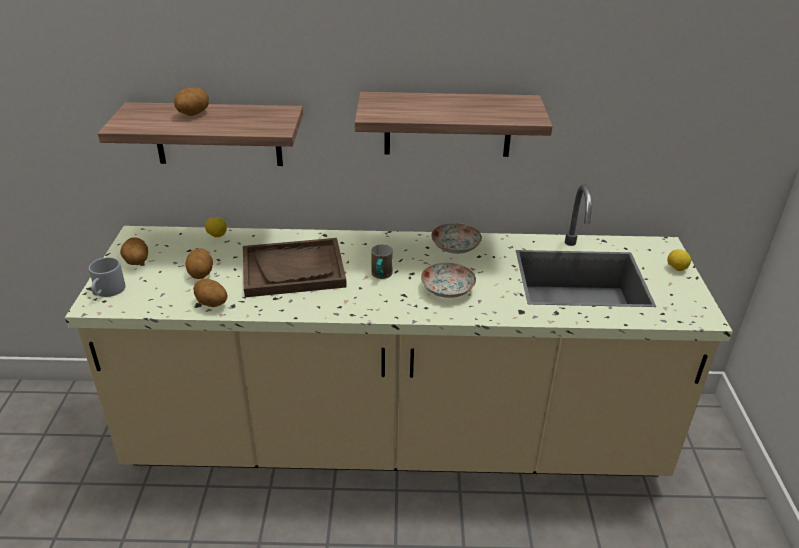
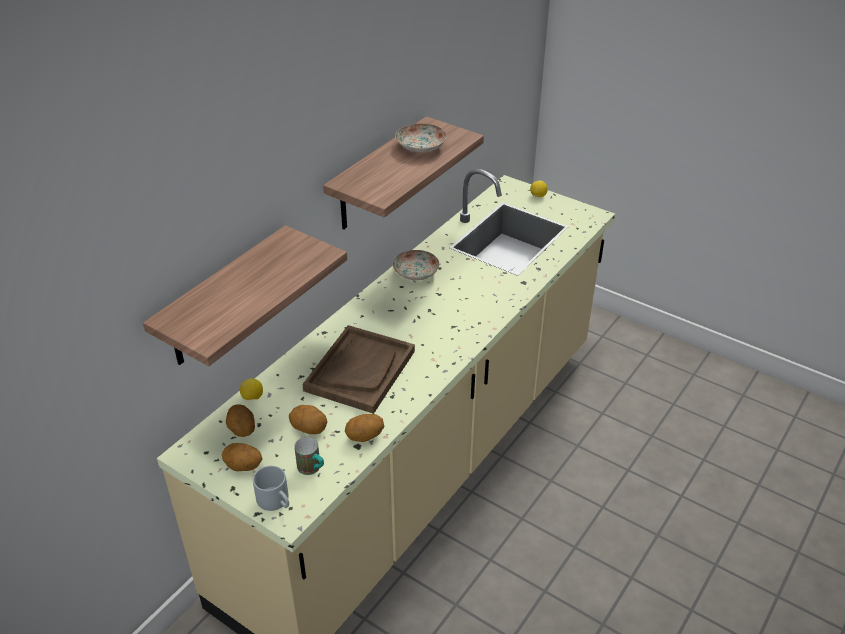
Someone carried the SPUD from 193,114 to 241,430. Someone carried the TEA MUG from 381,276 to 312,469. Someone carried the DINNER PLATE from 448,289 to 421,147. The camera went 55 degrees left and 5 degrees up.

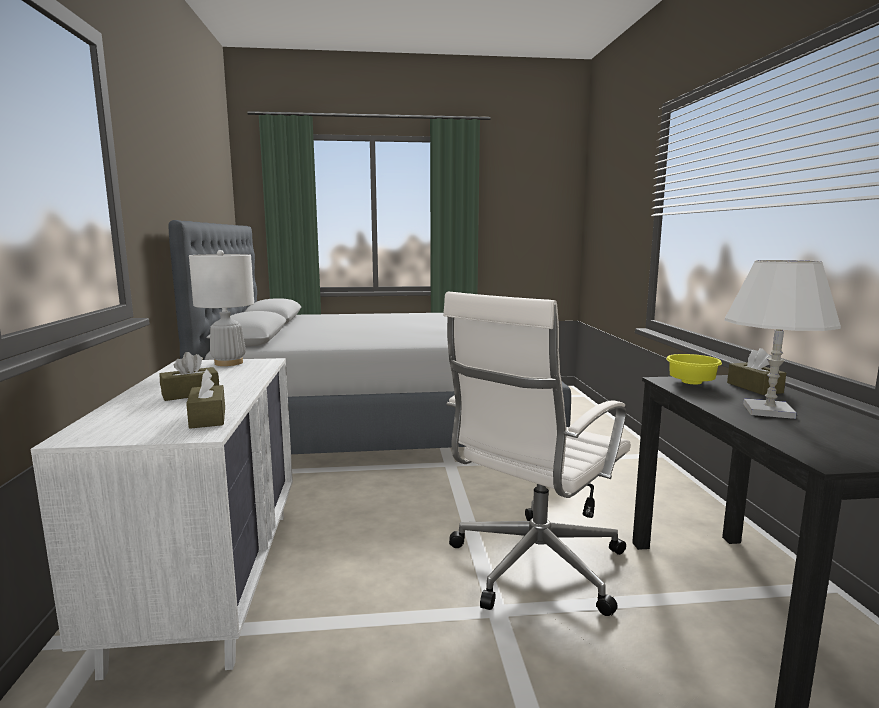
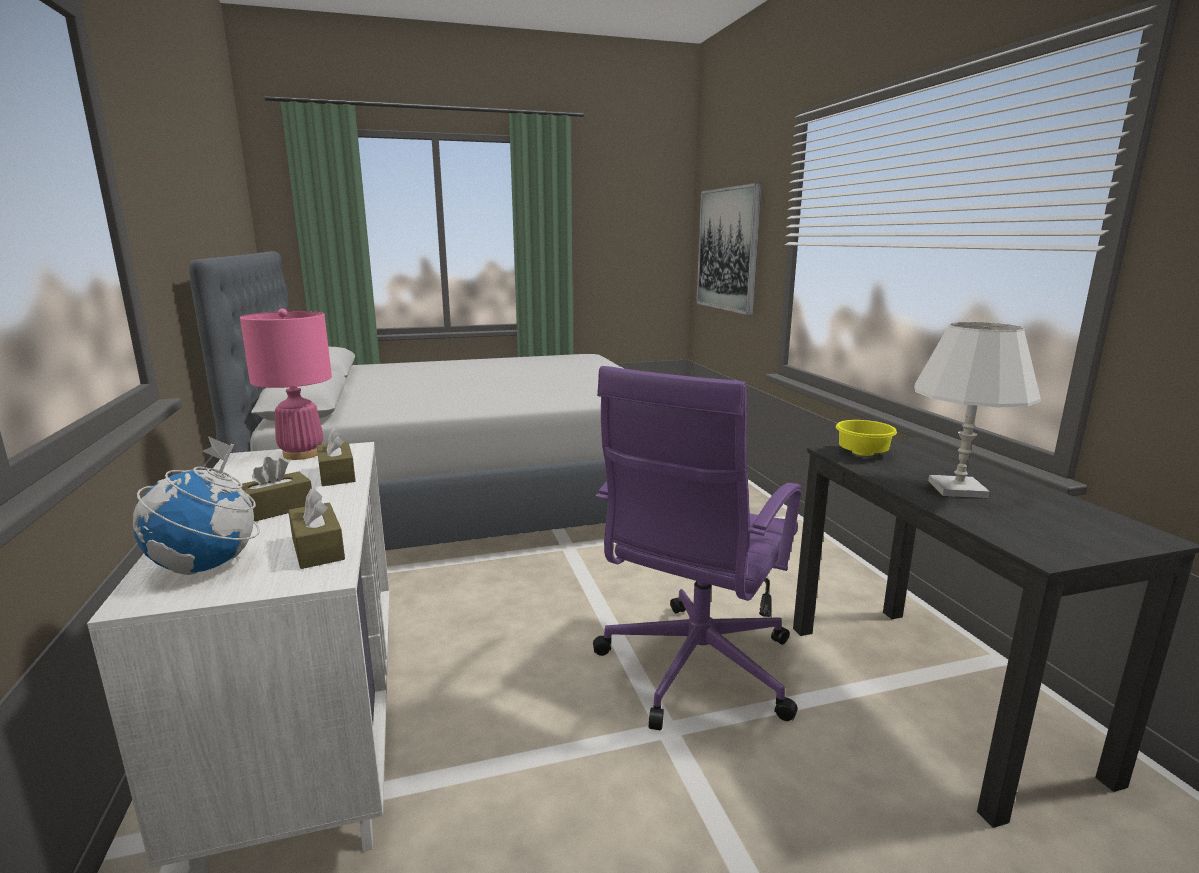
Someone repainted the WHITISH TABLETOP LAMP at 229,363, which became the PINK TABLETOP LAMP at 302,454. Someone repainted the WHITISH OFFICE CHAIR at 533,567, which became the PURPLE OFFICE CHAIR at 694,670. Someone carried the BROWNISH TISSUE BOX from 754,388 to 337,475. Someone put up the WALL PICTURE at 728,249. Someone put down the GLOBE at 207,566. The camera went 10 degrees left and 5 degrees up.

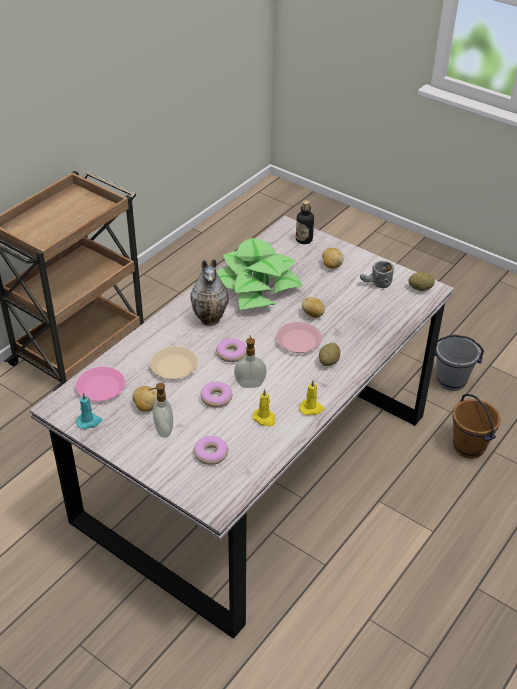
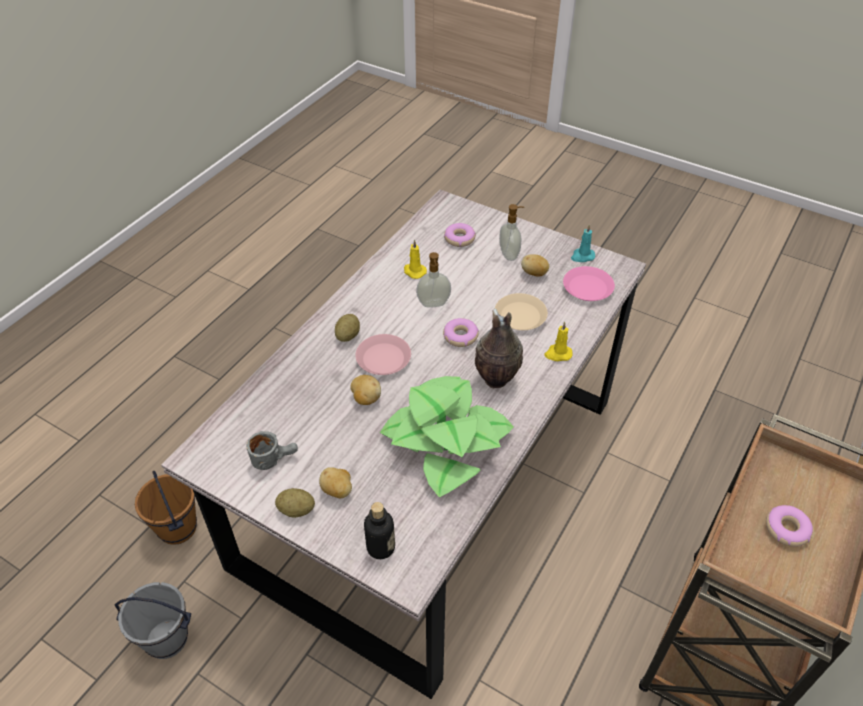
Someone carried the SPUD from 420,288 to 296,510. Someone carried the YELLOW WAX CANDLE from 312,408 to 558,354. Someone carried the RING DOUGHNUT from 216,398 to 786,529. The camera went 175 degrees right and 5 degrees up.

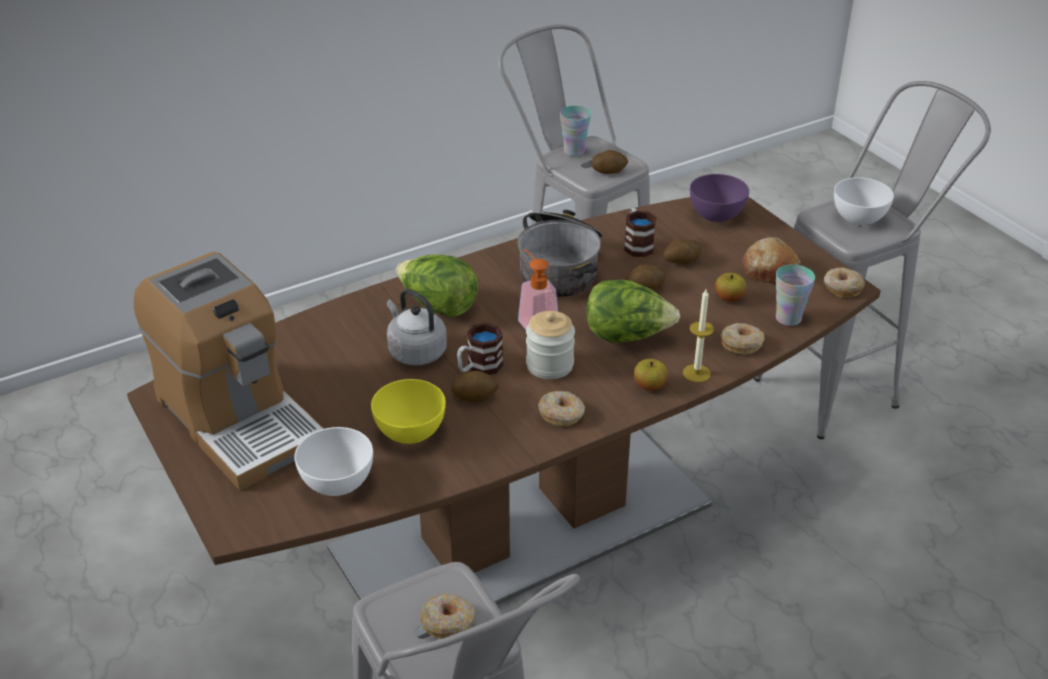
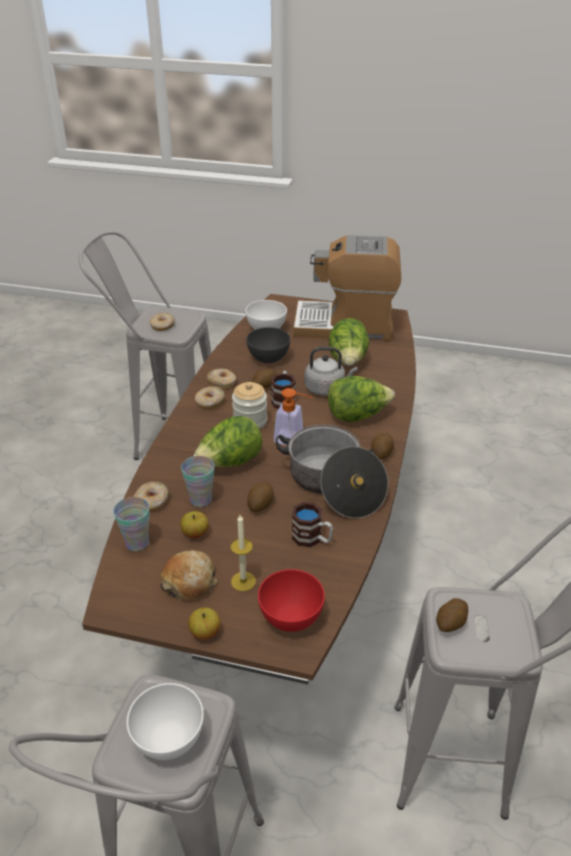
Someone carried the CUP from 574,151 to 201,500. Someone repainted the PURPLE BOWL at 716,215, which became the REDDISH BOWL at 291,618. Someone carried the SPUD from 681,262 to 381,453. Someone carried the RING DOUGHNUT from 842,288 to 222,383. Someone carried the WAX CANDLE from 696,373 to 243,581. Someone carried the APPLE from 649,386 to 205,632. Someone repainted the YELLOW BOWL at 410,432, which became the GREYISH BOWL at 269,358. Someone put down the LETTUCE HEAD at 348,361. The camera went 135 degrees right and 0 degrees up.

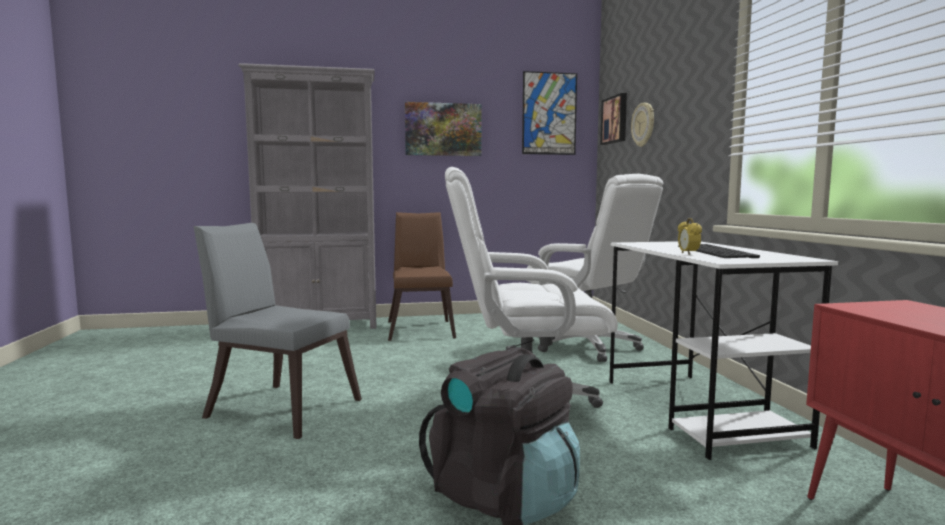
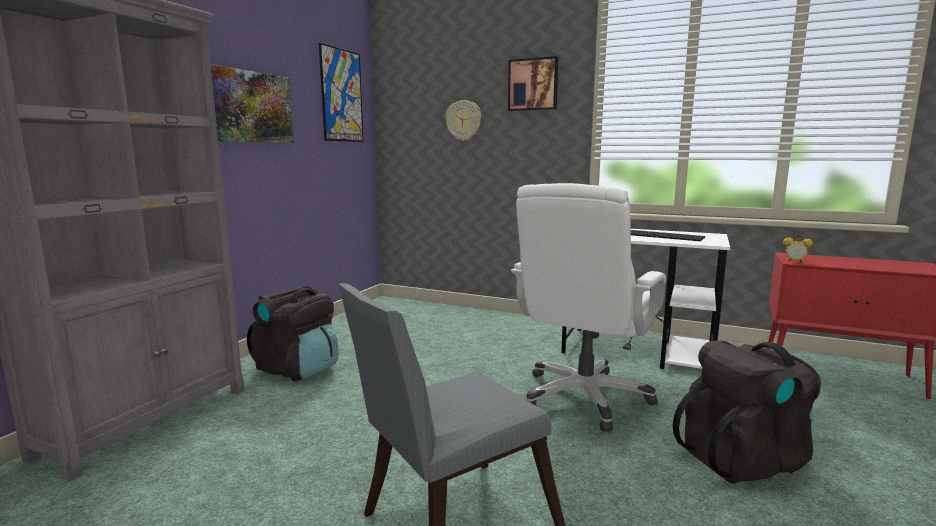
Someone carried the WALL PICTURE from 615,120 to 533,85. Someone took away the WHITISH OFFICE CHAIR at 588,346. Someone swapped the BROWNISH CHAIR at 421,328 for the BLACK KNAPSACK at 298,369. Someone carried the ALARM CLOCK from 688,254 to 795,261. The camera went 55 degrees left and 5 degrees up.

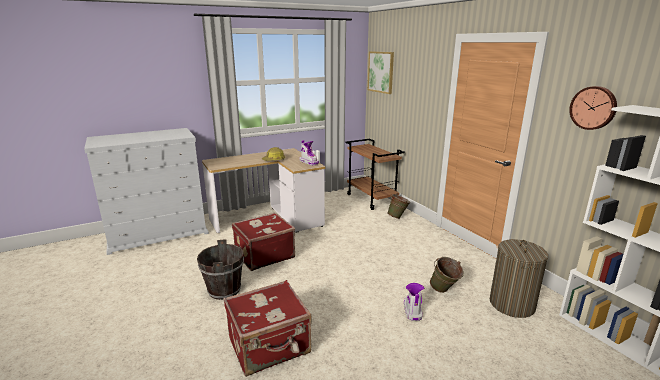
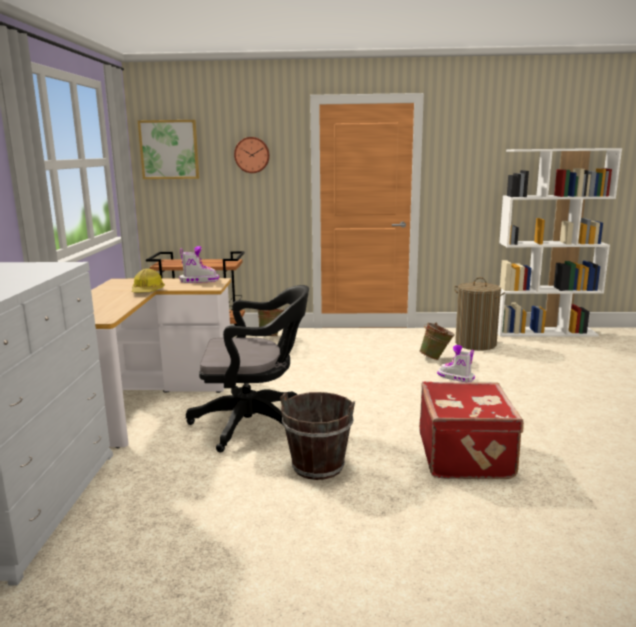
Someone carried the HANGING CLOCK from 593,108 to 252,155. Someone swapped the REDDISH SUITCASE at 264,255 for the BLACK OFFICE CHAIR at 255,424. The camera went 60 degrees left and 5 degrees down.

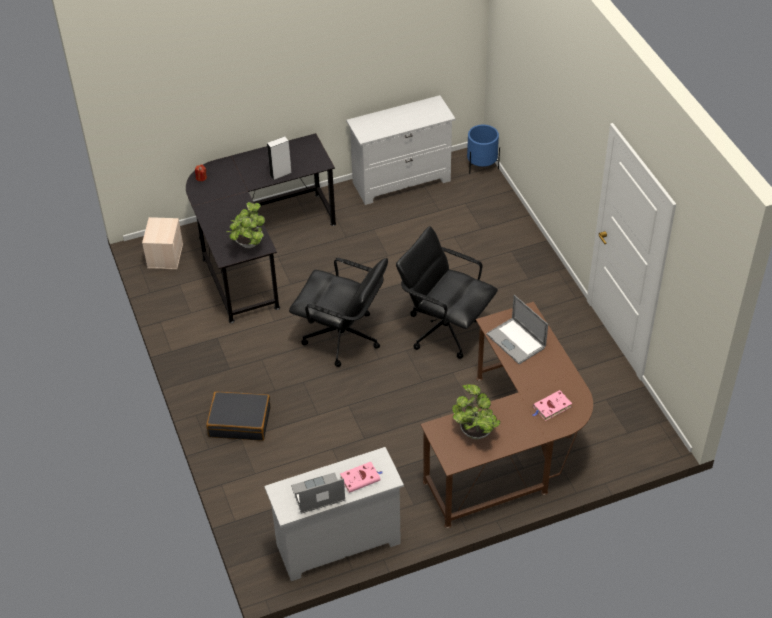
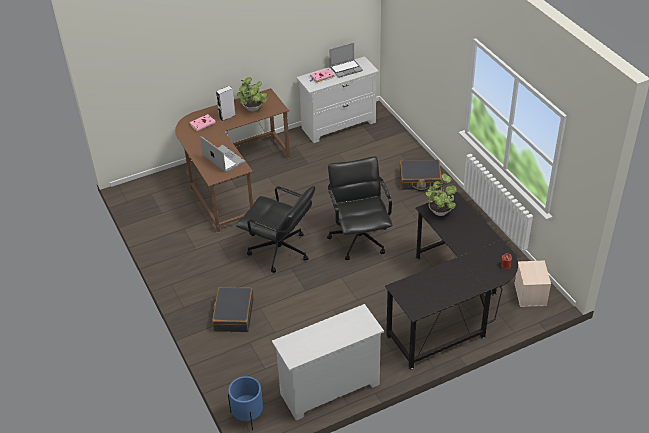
Someone carried the GREYISH AUDIO SPEAKER from 280,174 to 227,116. Someone rotated the BLACK OFFICE CHAIR at 342,338 by 60 degrees clockwise. Someone put down the BLACK SUITCASE at 233,315. The camera went 175 degrees right and 5 degrees down.

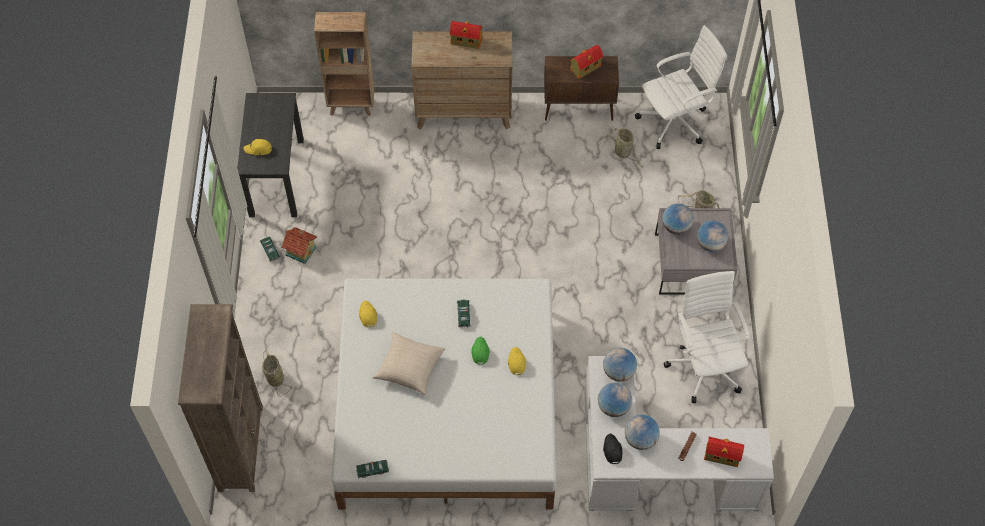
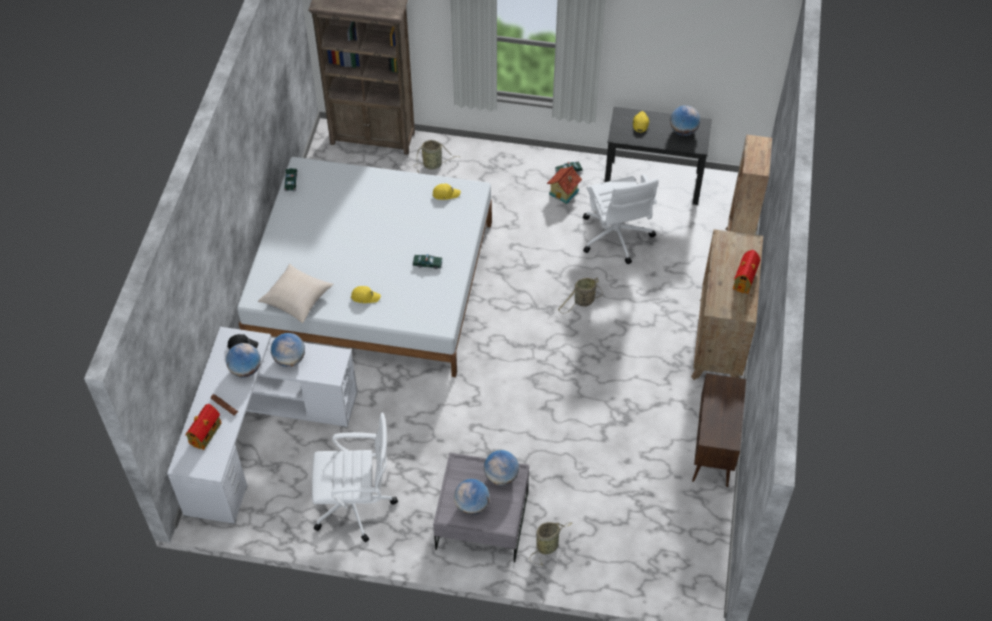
Someone carried the WHITISH OFFICE CHAIR from 675,121 to 616,237. Someone took away the MINIATURE HOUSE at 585,68. Someone carried the STORAGE BASKET from 623,153 to 582,302. Someone carried the BEIGE-COLOURED CUSHION from 409,368 to 297,299. Someone took away the GREEN BASEBALL CAP at 480,352. Someone carried the GLOBE from 618,372 to 683,131. The camera went 100 degrees right and 5 degrees down.

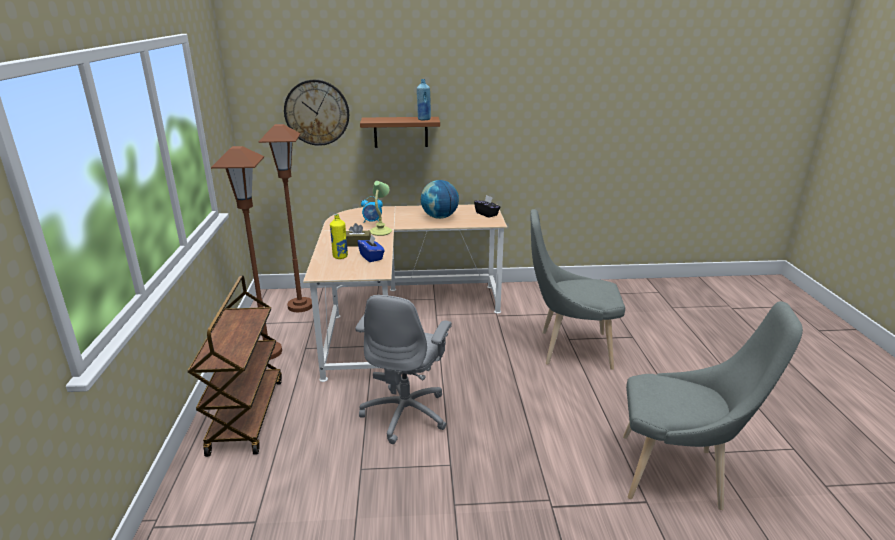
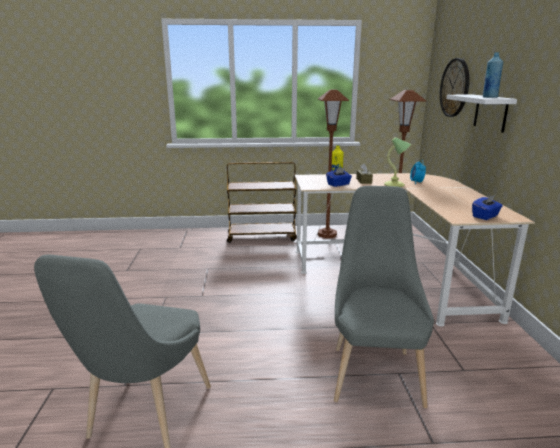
Someone repainted the BROWNISH WALL SHELF at 400,132, which became the WHITISH WALL SHELF at 490,112. Someone took away the GLOBE at 439,217. Someone repainted the BLACK TISSUE BOX at 487,214, which became the BLUISH TISSUE BOX at 485,216. Someone took away the GREYISH OFFICE CHAIR at 406,413. The camera went 90 degrees right and 5 degrees down.

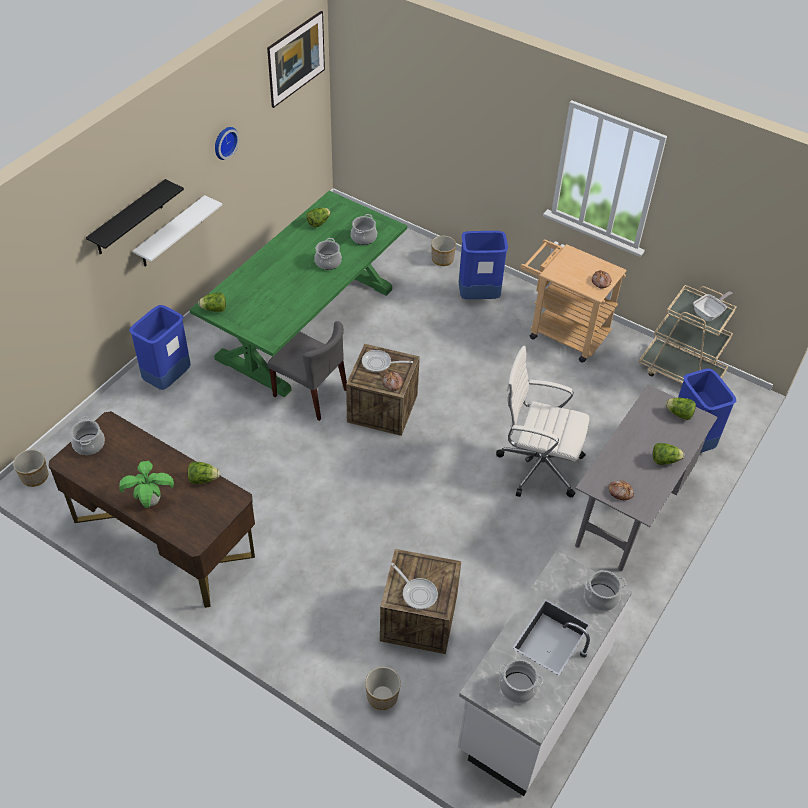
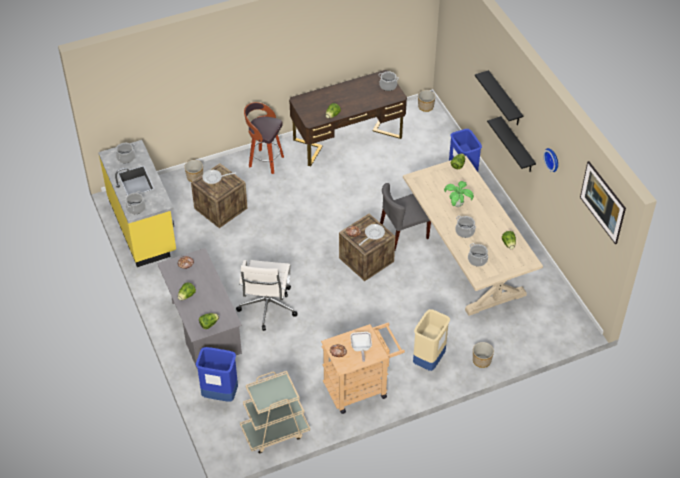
Someone repainted the GREEN KITCHEN TABLE at 306,323, which became the BEIGE-COLOURED KITCHEN TABLE at 466,257. Someone repainted the WHITISH WALL SHELF at 171,232, which became the BLACK WALL SHELF at 517,146. Someone repainted the BLUISH TRASH CAN at 478,296, which became the BEIGE-COLOURED TRASH CAN at 429,360. Someone carried the PAN from 709,314 to 361,348. Someone rotated the WHITISH OFFICE CHAIR at 537,465 by 135 degrees clockwise. Someone carried the PLANT IN A POT from 151,501 to 457,205. Someone repainted the WHITISH KITCHEN BASE UNIT at 532,701, which became the YELLOW KITCHEN BASE UNIT at 143,226. Someone put down the SITTING STOOL at 265,161. The camera went 125 degrees right and 0 degrees up.

